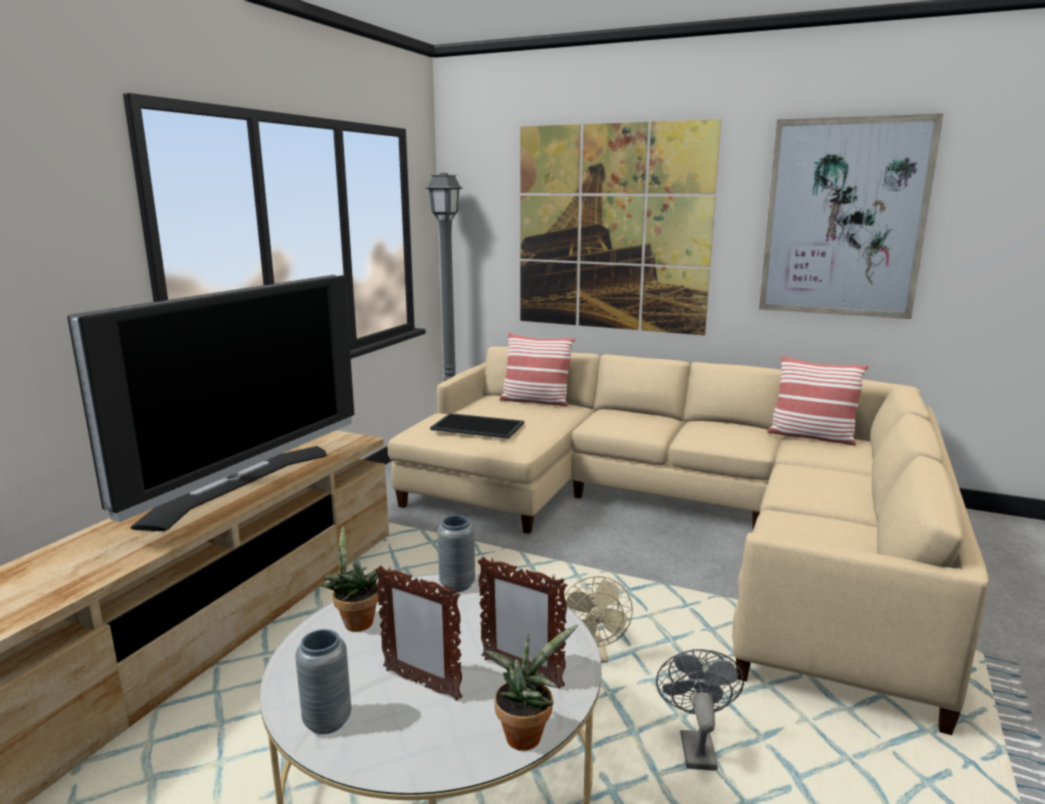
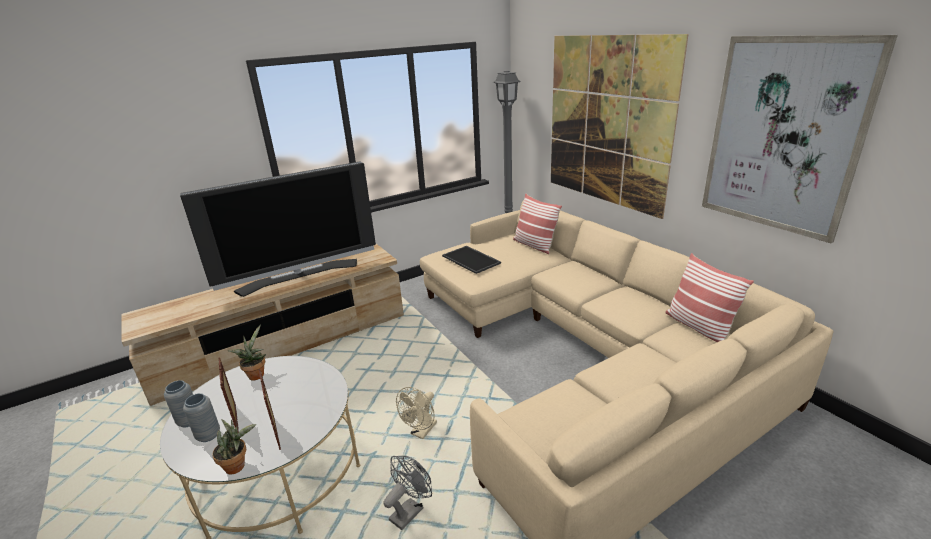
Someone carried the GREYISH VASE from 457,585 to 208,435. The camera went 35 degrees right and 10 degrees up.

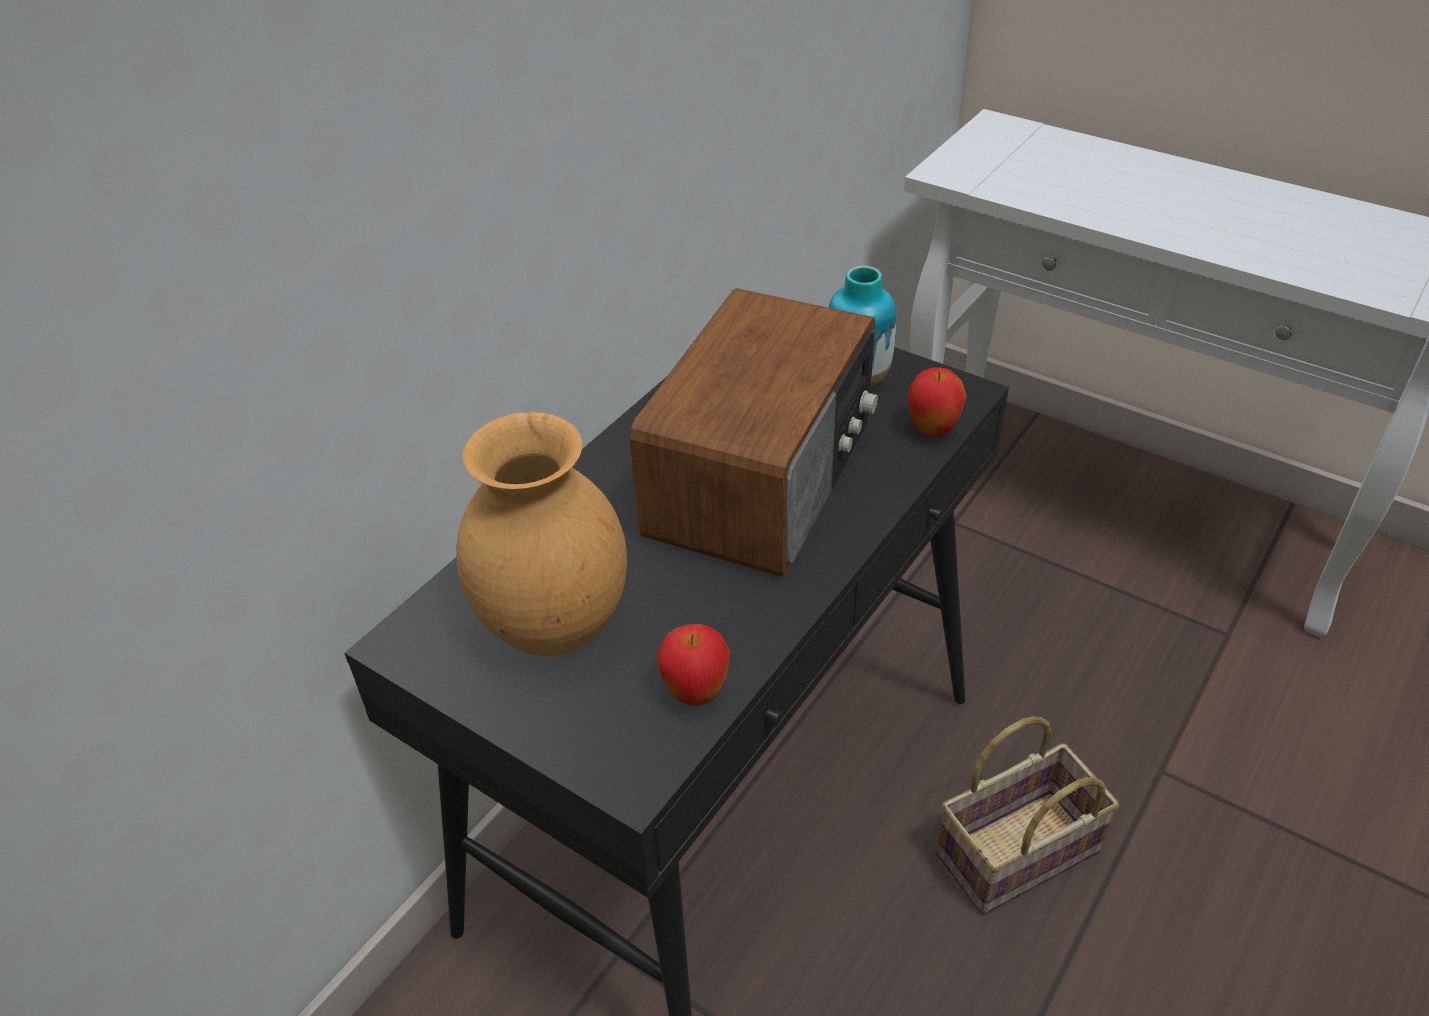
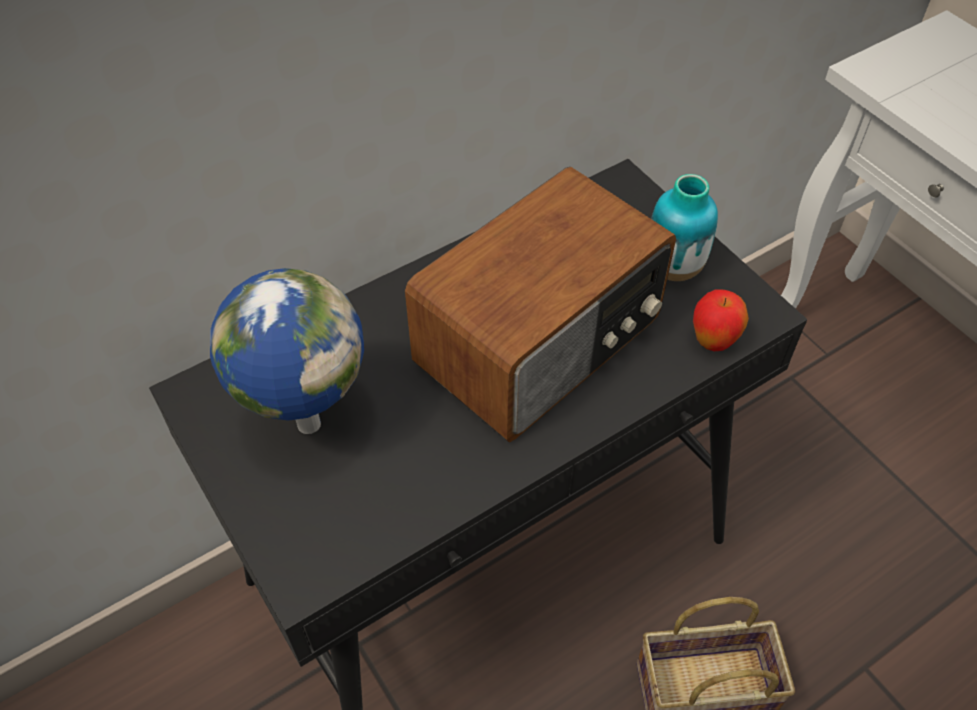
Someone swapped the BROWNISH VASE at 552,629 for the GLOBE at 307,423. Someone took away the APPLE at 695,693. The camera went 20 degrees right and 10 degrees up.

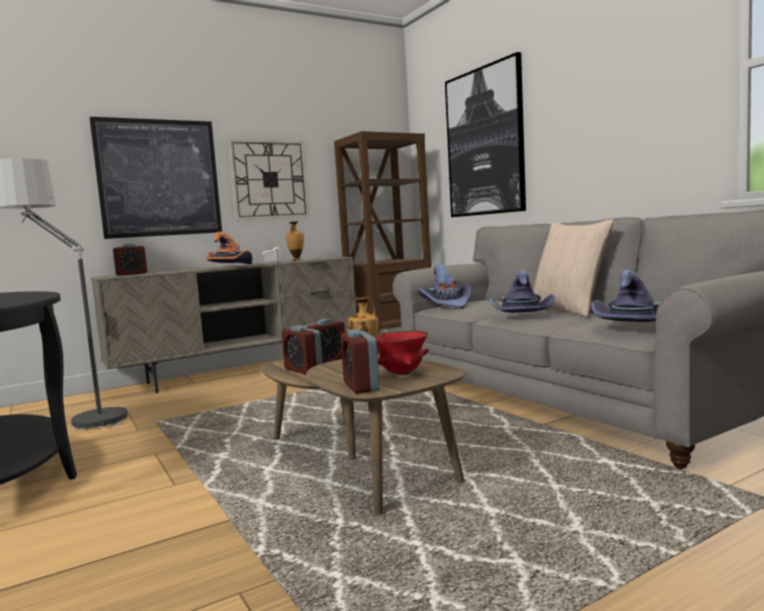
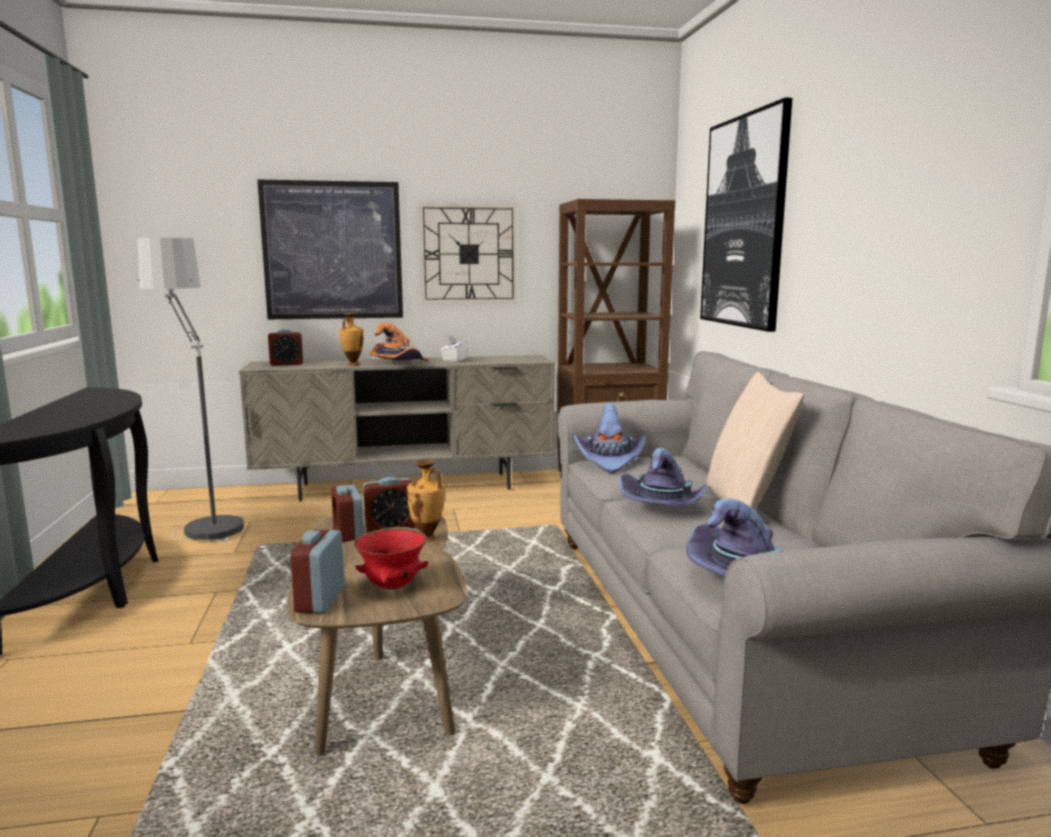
Someone carried the VASE from 296,260 to 352,364. The camera went 20 degrees right and 5 degrees up.

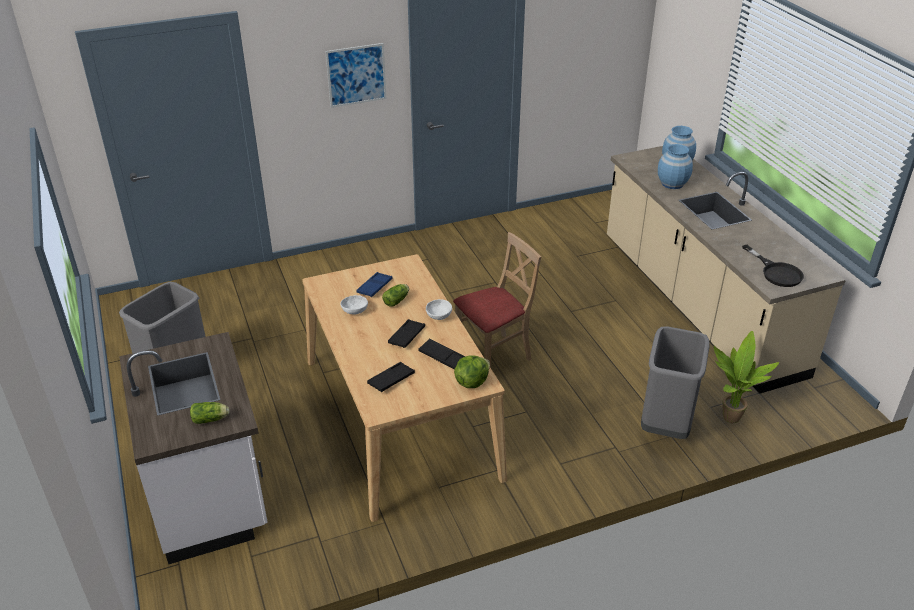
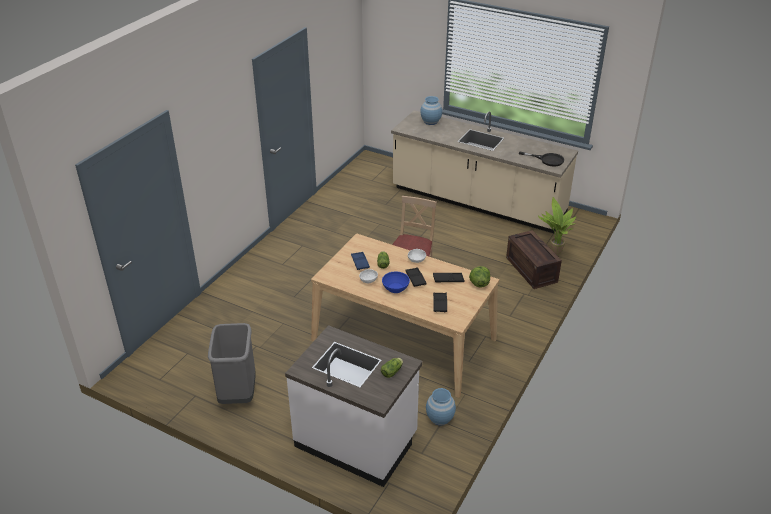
Someone took away the WALL PICTURE at 356,75. Someone carried the BLUISH VASE from 672,183 to 440,418. Someone swapped the GREYISH TRASH CAN at 666,424 for the PACKING CRATE at 532,270. Someone put down the BLUISH BOWL at 395,288. The camera went 40 degrees left and 0 degrees up.

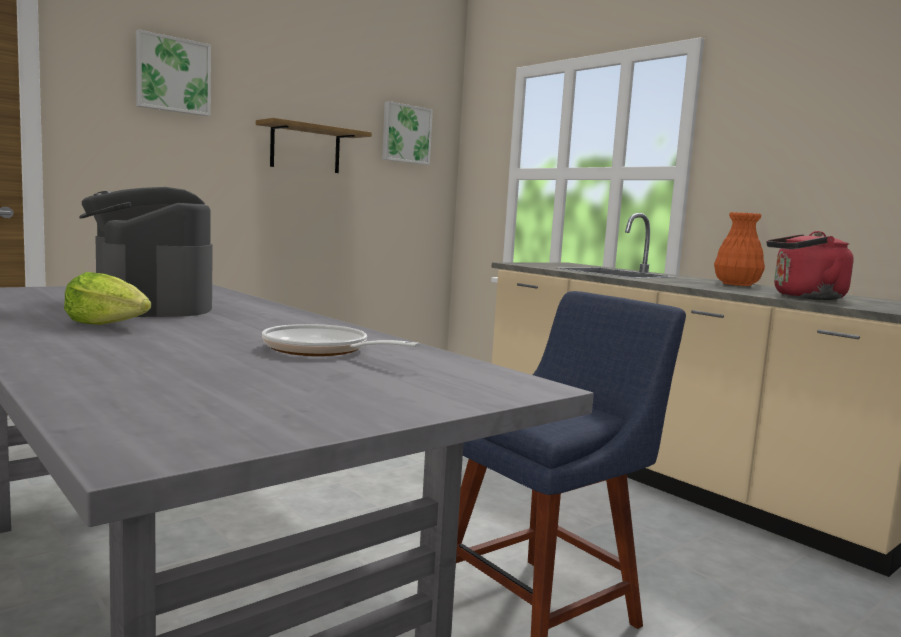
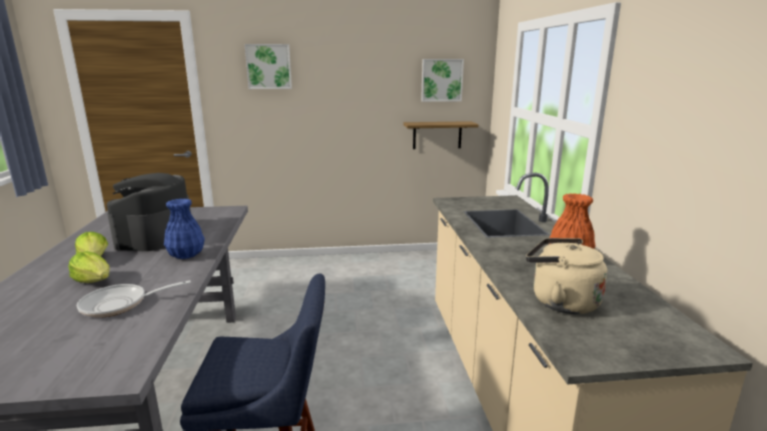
Someone carried the WALL SHELF from 305,148 to 437,135. Someone repainted the REDDISH KETTLE at 804,297, which became the BEIGE-COLOURED KETTLE at 560,301. Someone rotated the PAN at 322,350 by 90 degrees counterclockwise. Someone put down the BLUISH VASE at 186,255. Someone put down the LETTUCE HEAD at 94,281. The camera went 35 degrees right and 10 degrees up.

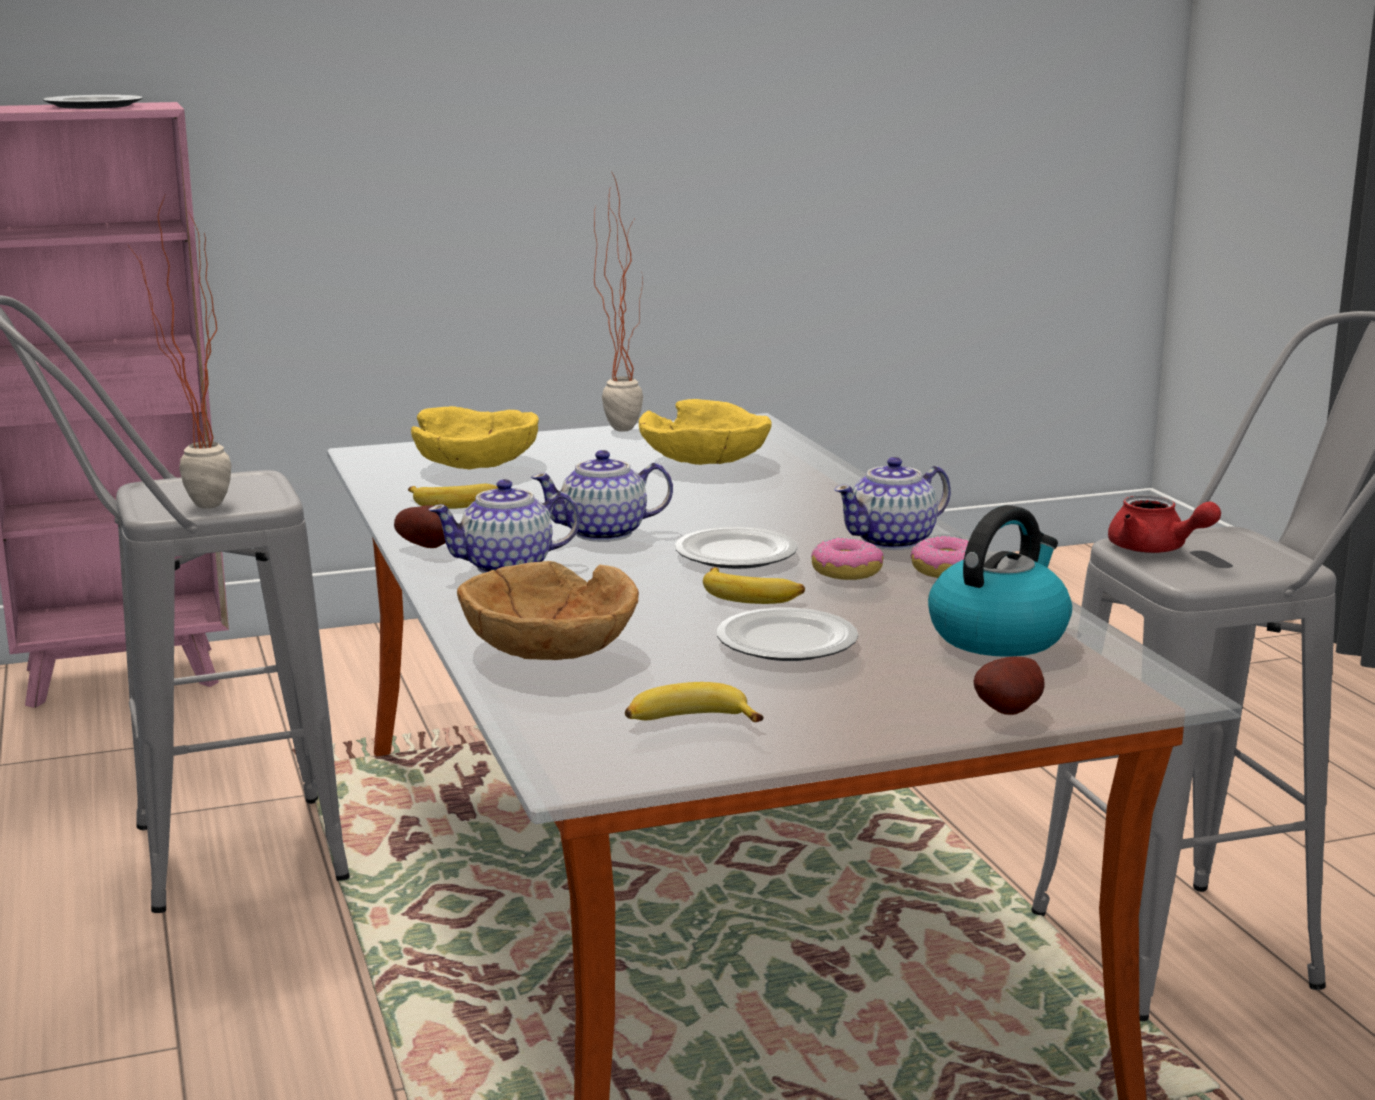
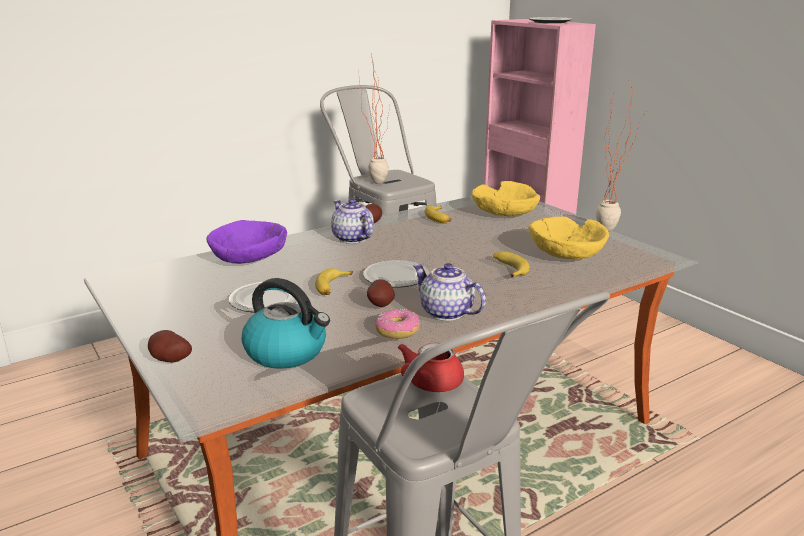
Someone took away the POT FOR TEA at 605,533. Someone swapped the RING DOUGHNUT at 847,572 for the SPUD at 381,305. Someone repainted the BROWNISH BOWL at 547,649, which became the PURPLE BOWL at 249,258. Someone carried the BANANA from 689,721 to 508,269. The camera went 75 degrees right and 5 degrees up.

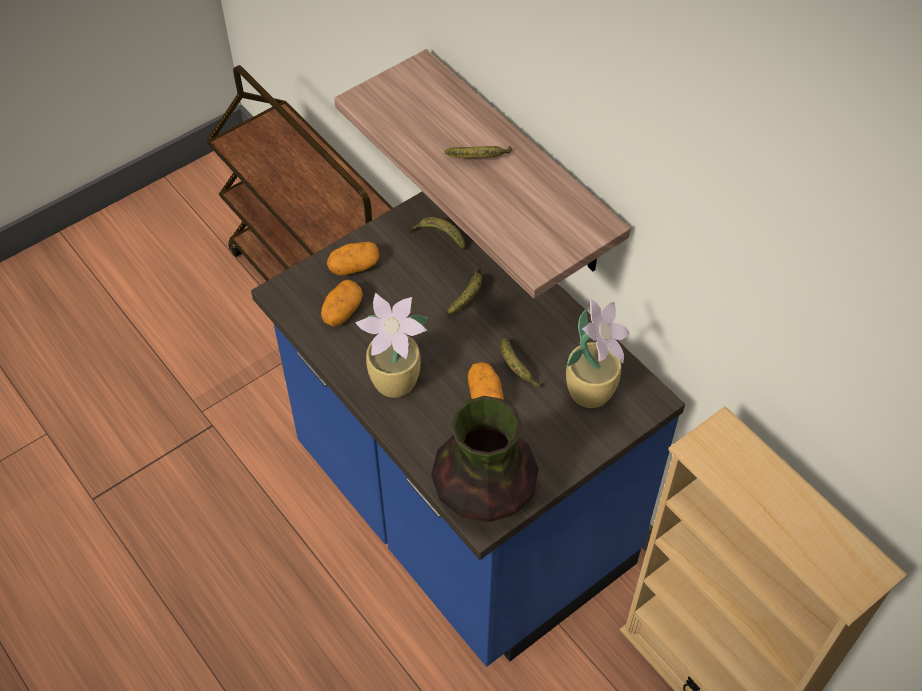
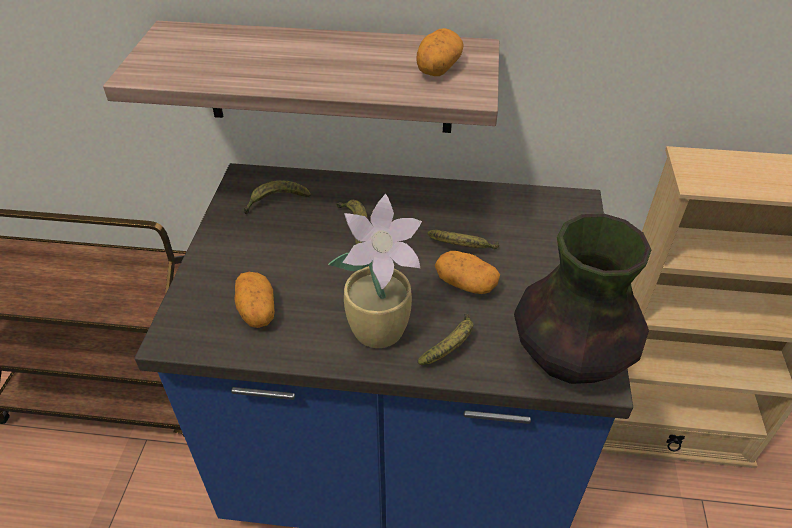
Someone carried the BANANA from 479,159 to 451,346. Someone carried the SPUD from 354,267 to 438,68. Someone took away the PLANT IN A POT at 591,390. The camera went 45 degrees left and 10 degrees down.

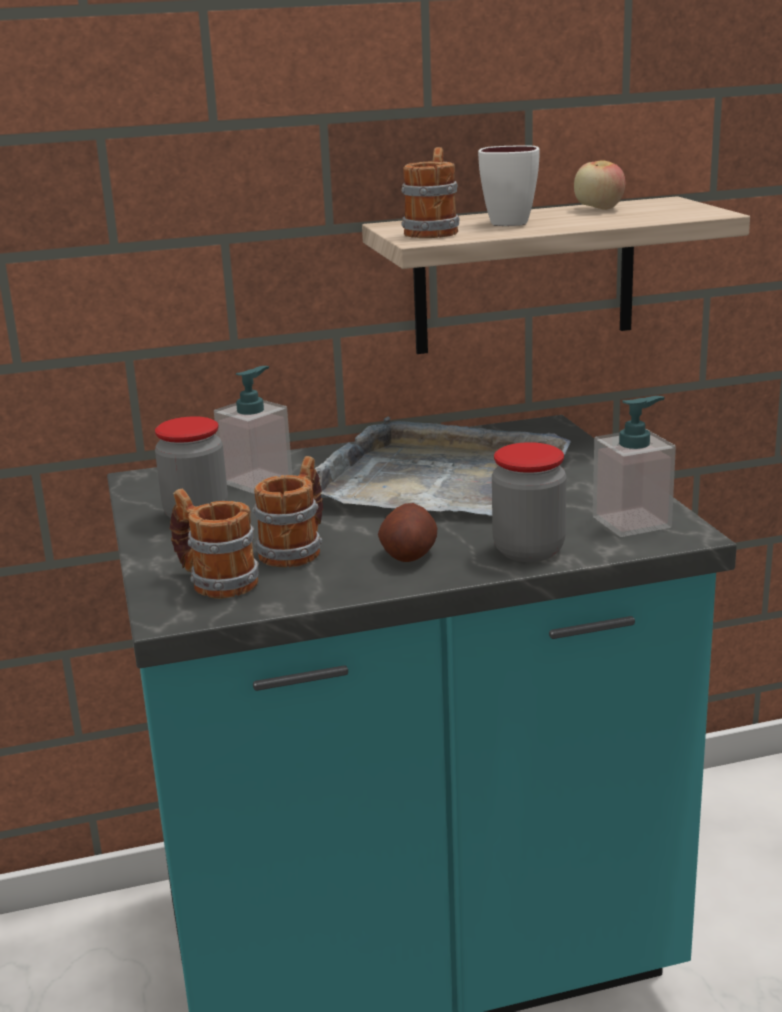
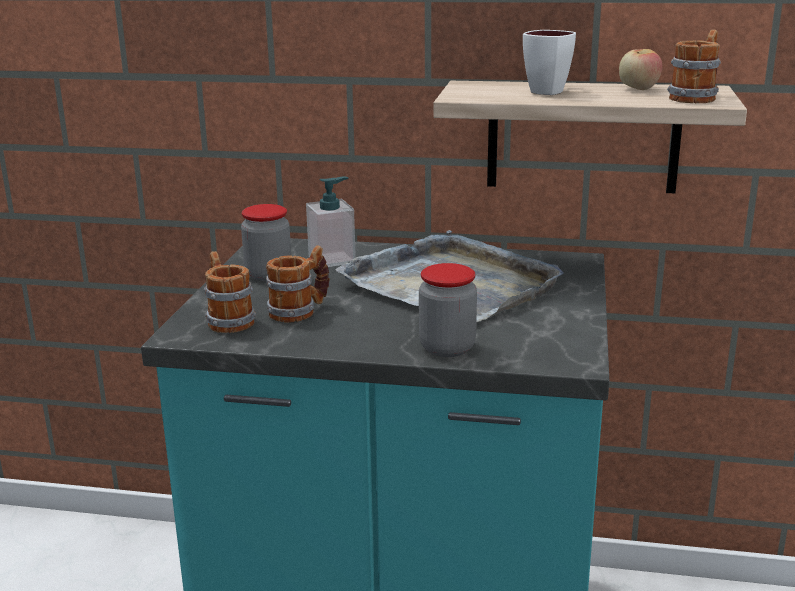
Someone carried the TEA MUG from 433,231 to 696,97. Someone took away the SOAP DISPENSER at 632,522. Someone took away the SPUD at 408,554. The camera went 25 degrees right and 0 degrees up.

